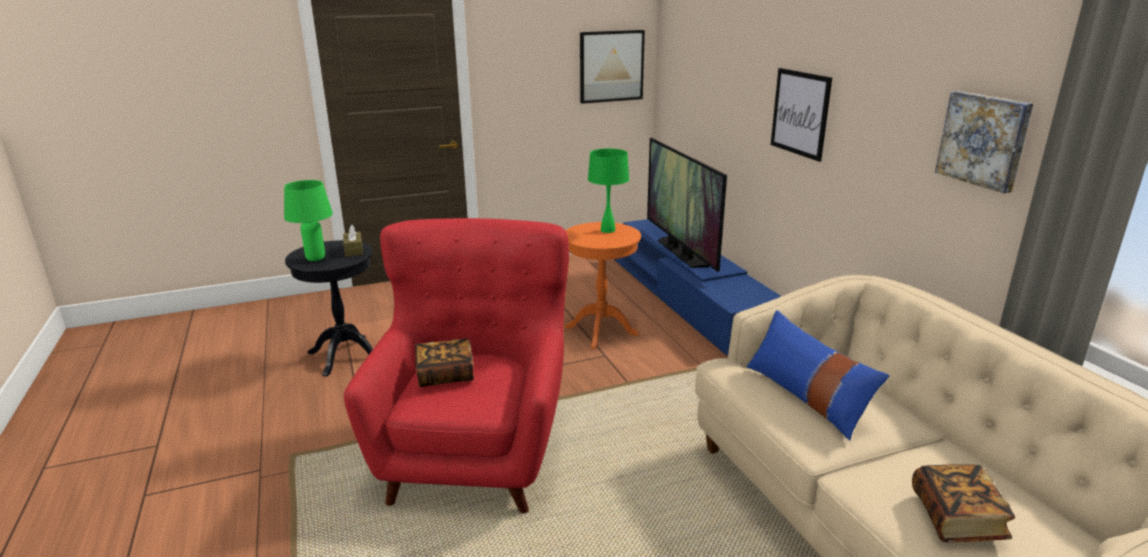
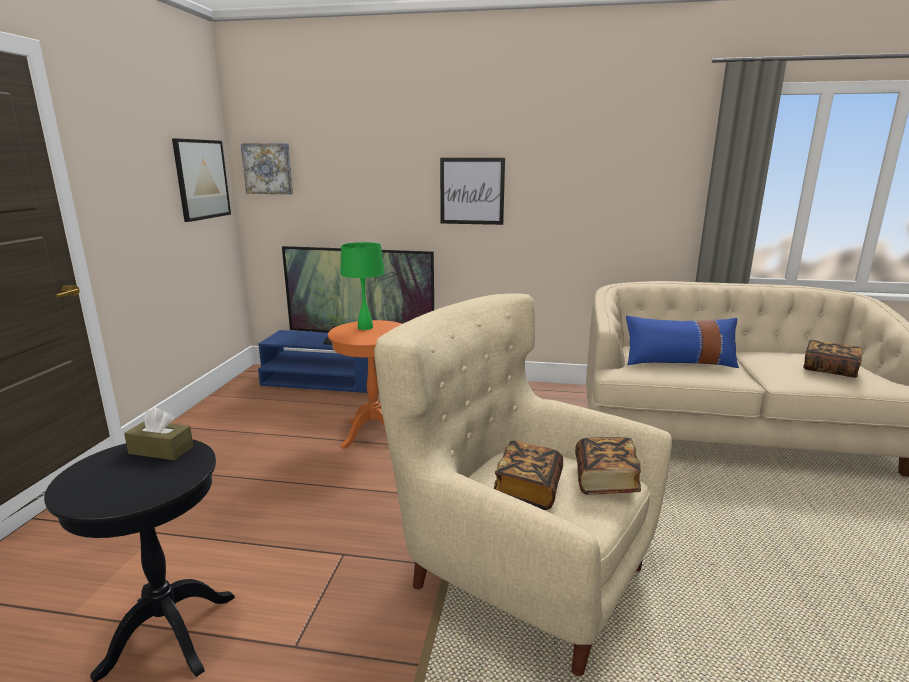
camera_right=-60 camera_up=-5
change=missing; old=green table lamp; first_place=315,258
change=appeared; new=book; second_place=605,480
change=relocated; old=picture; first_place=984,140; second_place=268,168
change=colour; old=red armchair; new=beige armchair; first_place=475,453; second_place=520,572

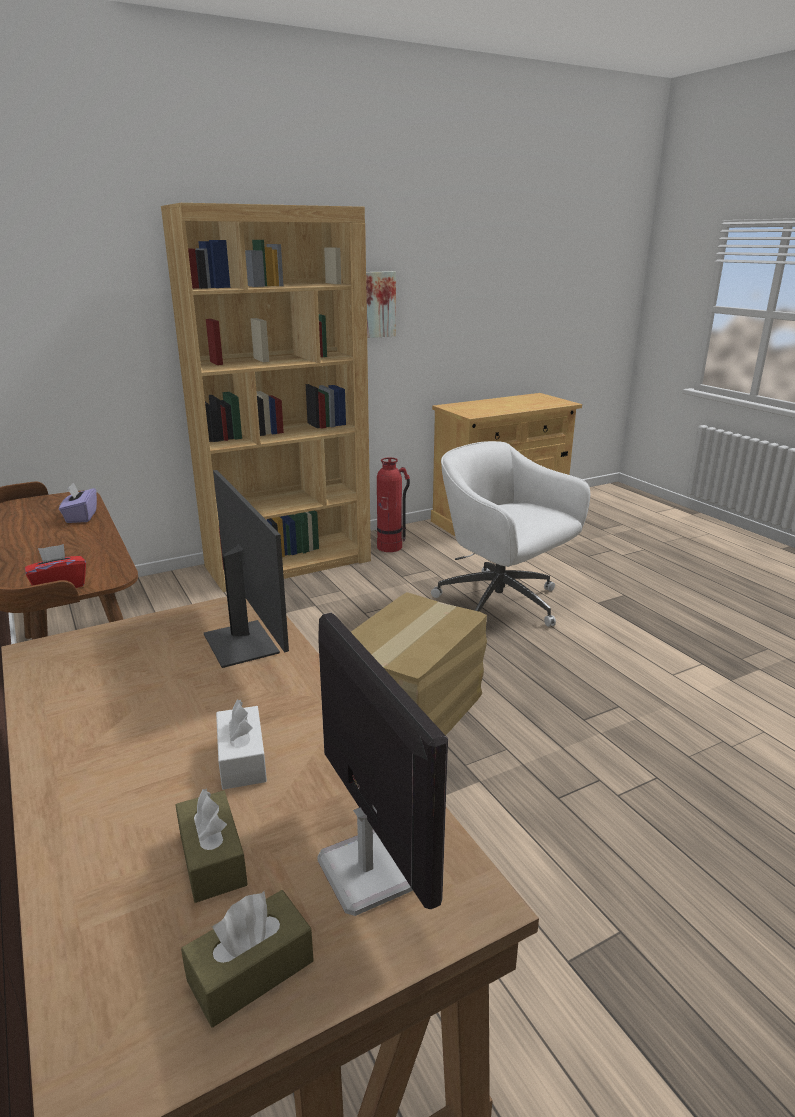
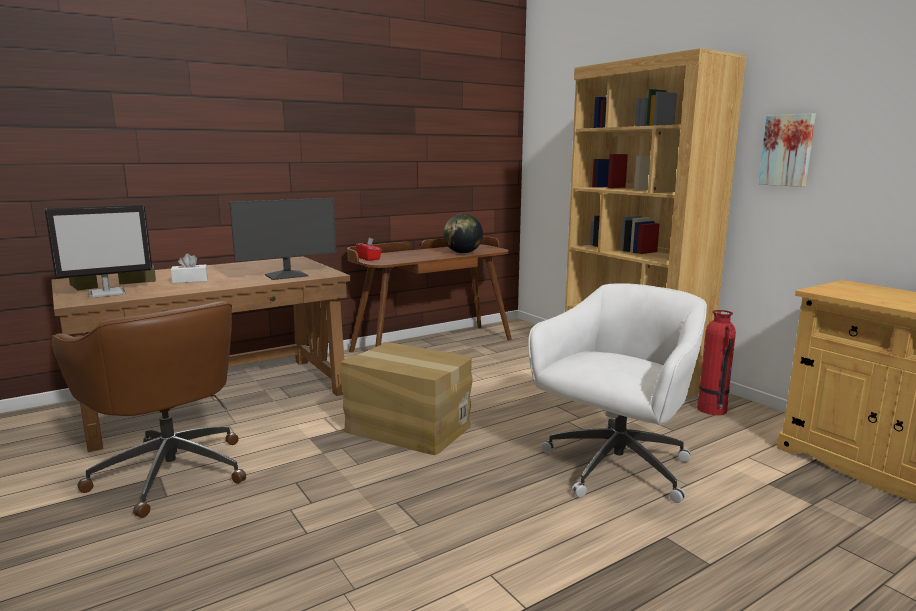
camera_right=85 camera_up=-10
change=appeared; new=brown office chair; second_place=170,471
change=exchanged; old=purple tissue box; new=globe; first_place=81,517; second_place=463,253

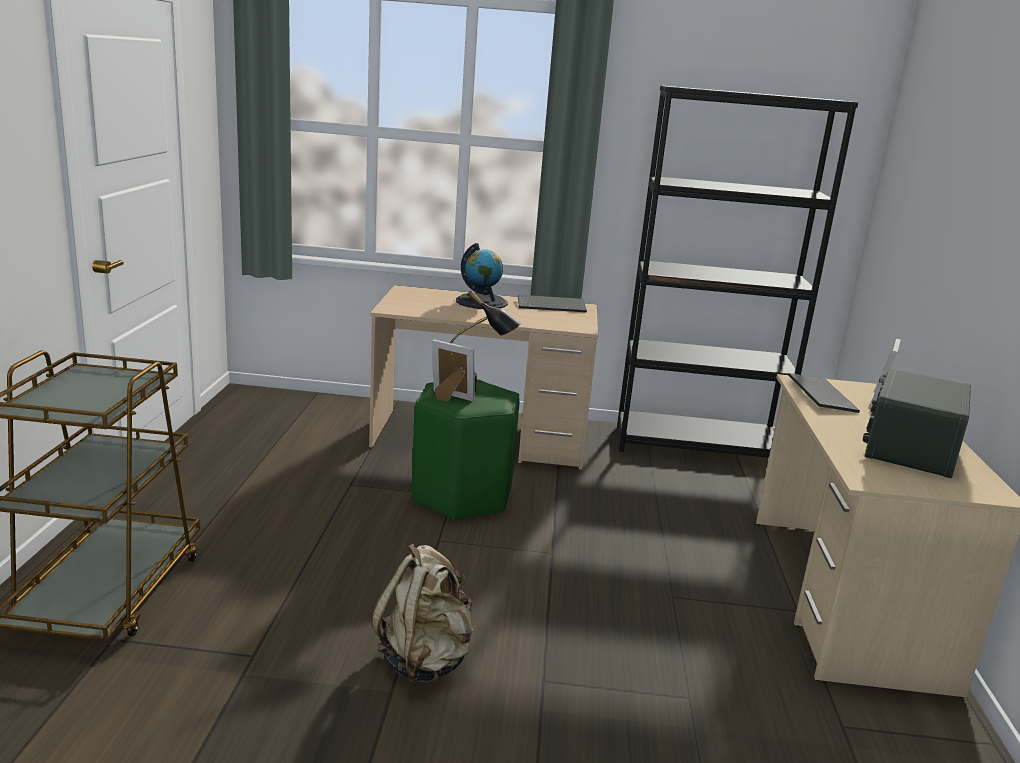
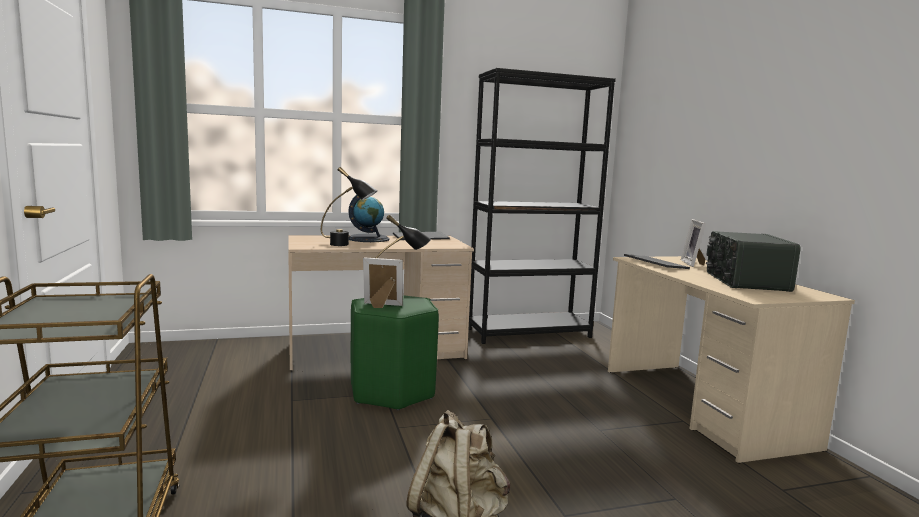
camera_right=-20 camera_up=-10
change=appeared; new=black table lamp; second_place=348,245

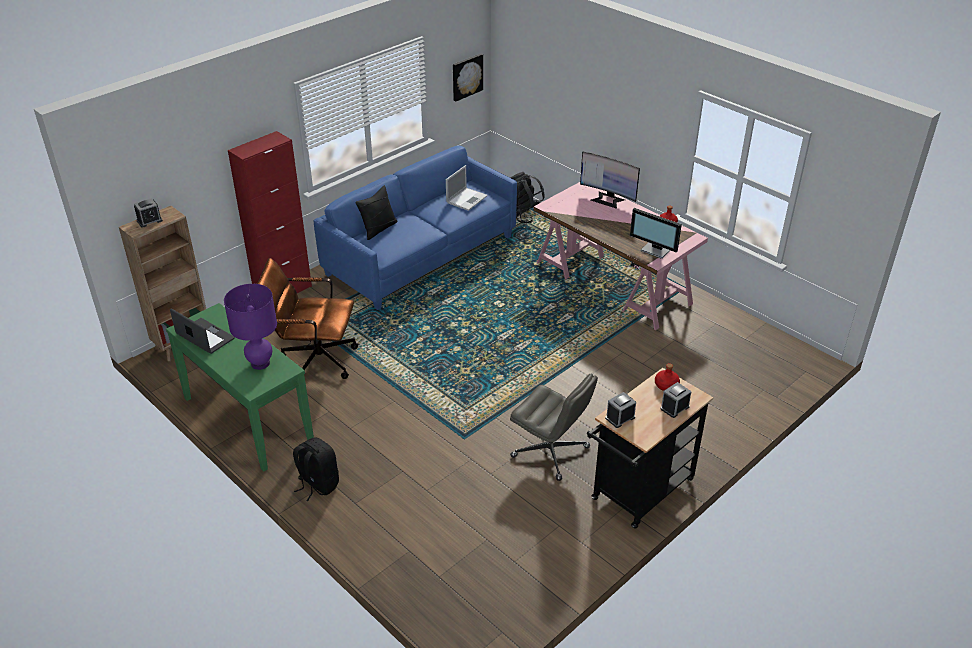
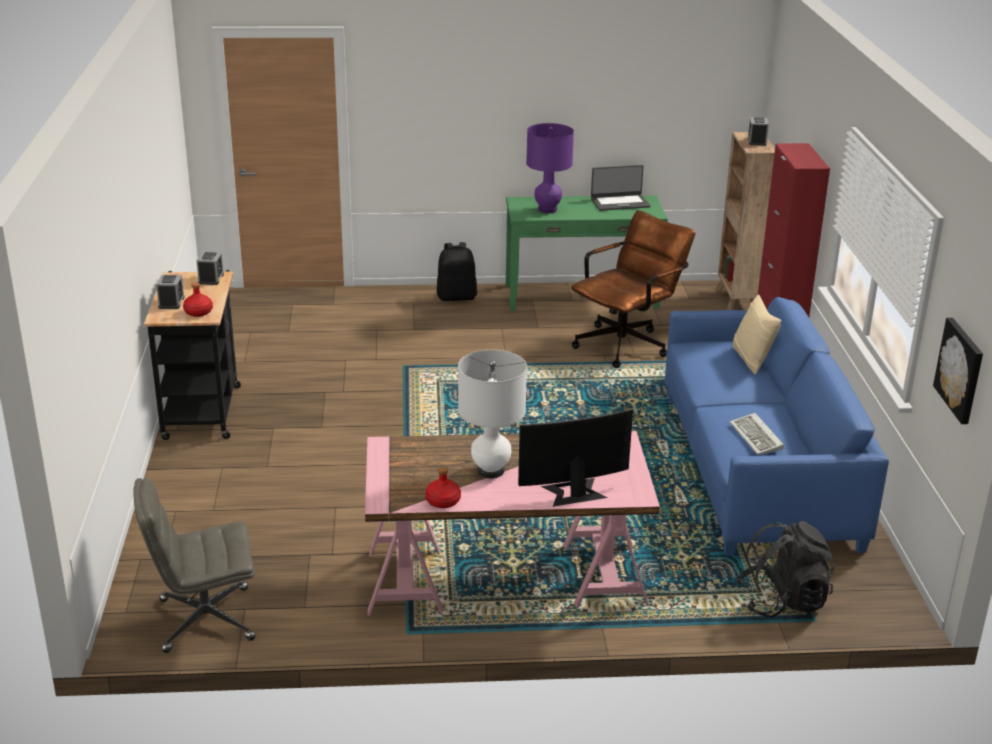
camera_right=130 camera_up=-10
change=missing; old=monitor; first_place=656,250
change=appeared; new=white table lamp; second_place=490,471
change=relocated; old=grey office chair; first_place=551,452; second_place=204,620
change=exchanged; old=laptop; new=keyboard; first_place=467,199; second_place=757,437
change=colour; old=black pillow; new=beige pillow; first_place=378,229; second_place=751,359

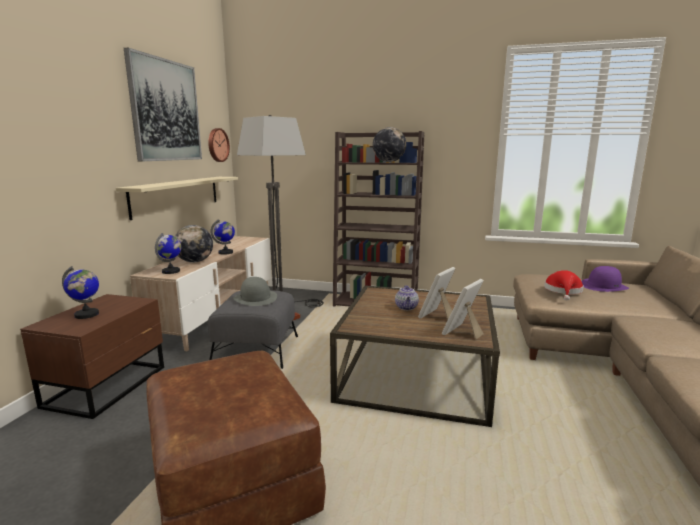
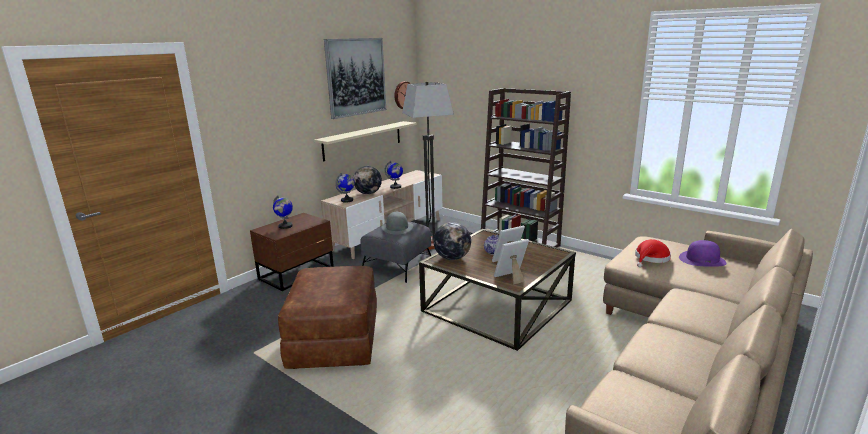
camera_right=25 camera_up=5
change=relocated; old=globe; first_place=389,162; second_place=452,258

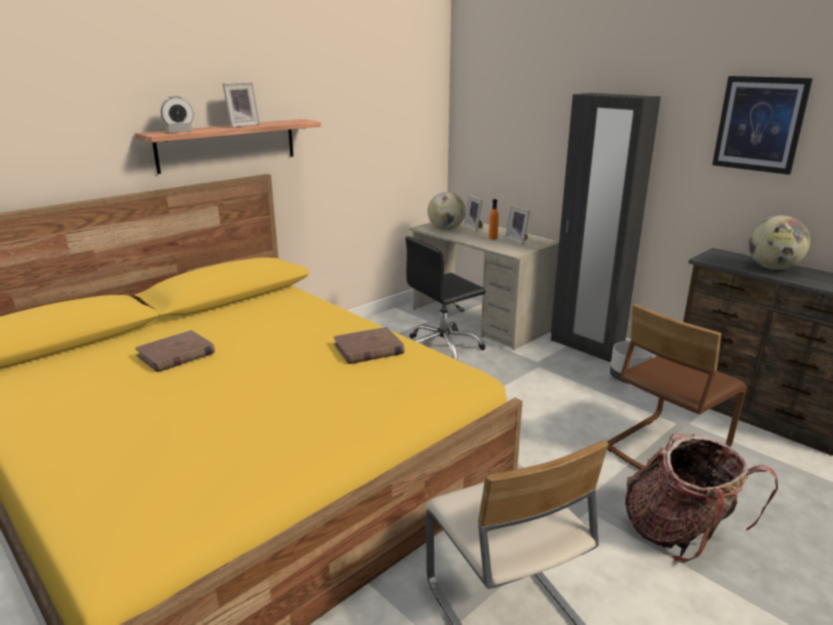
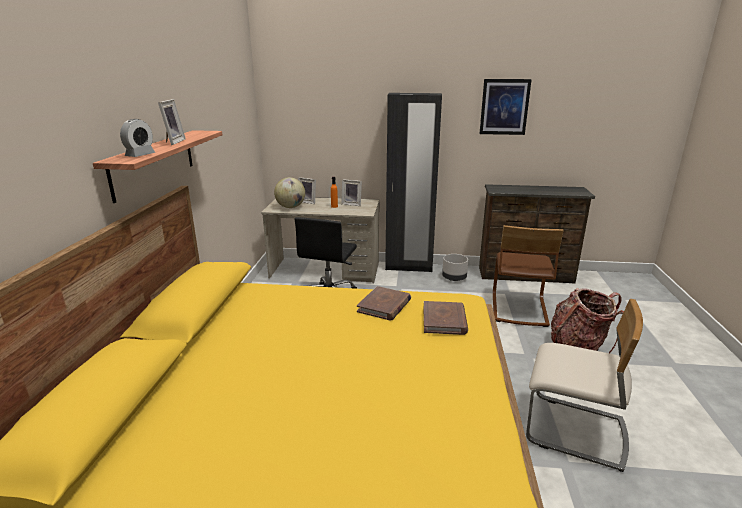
camera_right=-40 camera_up=0
change=missing; old=globe; first_place=772,268
change=relocated; old=brown book; first_place=176,354; second_place=444,320

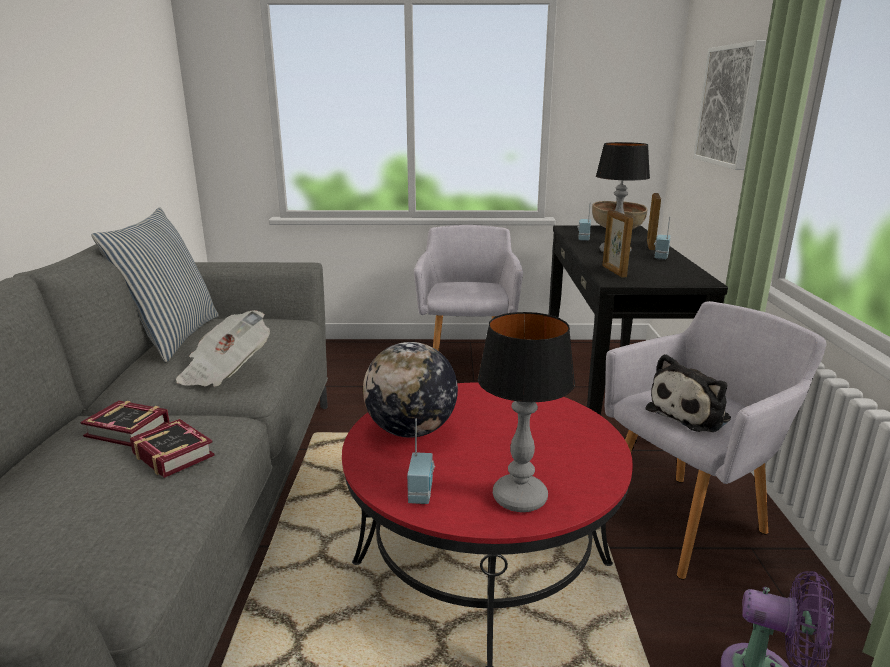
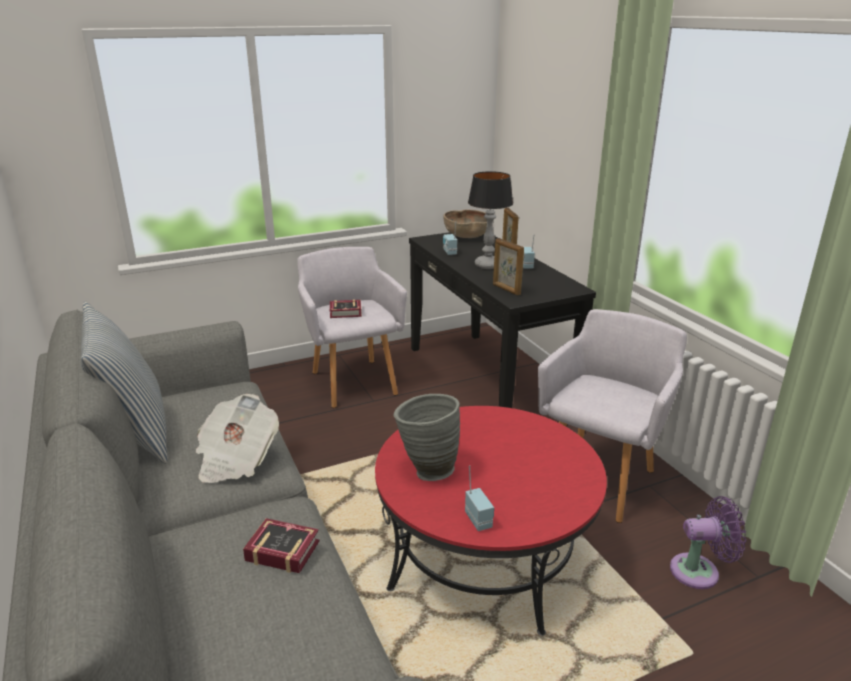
camera_right=-25 camera_up=5
change=missing; old=table lamp; first_place=519,499
change=missing; old=plush toy; first_place=691,413
change=missing; old=picture; first_place=729,105
change=relocated; old=book; first_place=128,431; second_place=347,313
change=exchanged; old=globe; new=grey vase; first_place=411,431; second_place=426,470

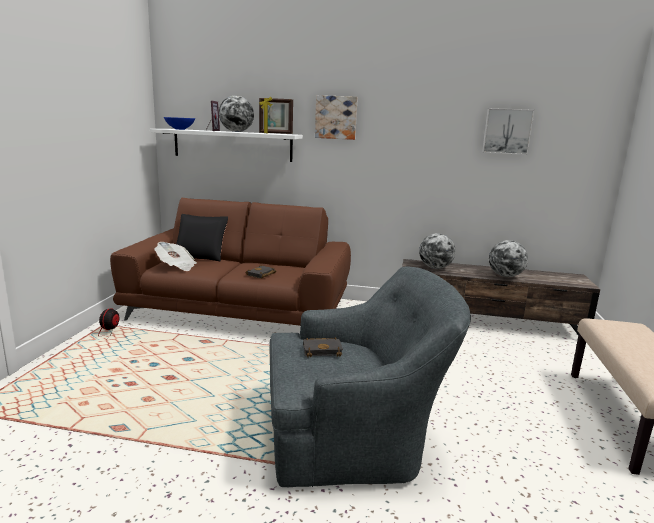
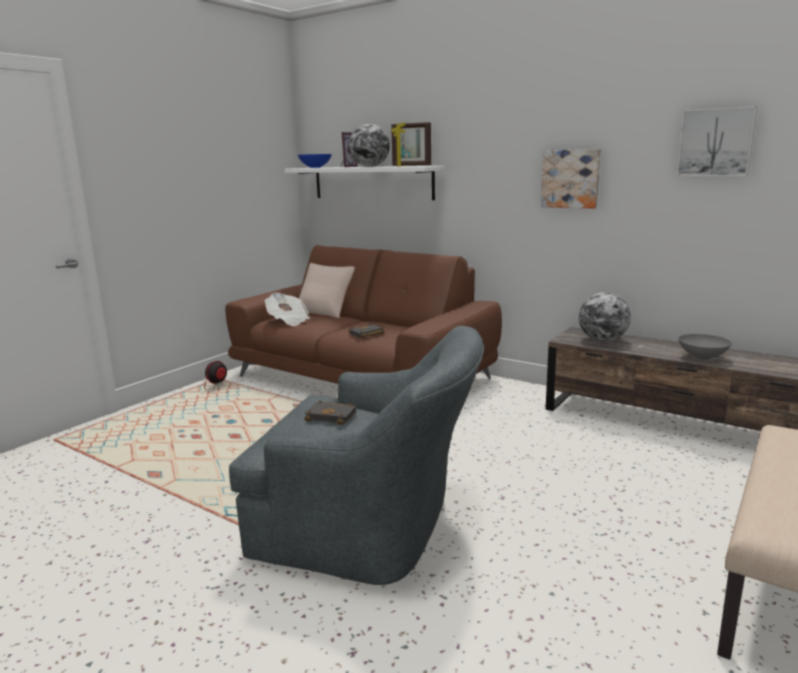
camera_right=25 camera_up=0
change=relocated; old=picture; first_place=336,117; second_place=571,178
change=exchanged; old=globe; new=grey bowl; first_place=505,276; second_place=702,358
change=colour; old=black pillow; new=beige pillow; first_place=201,256; second_place=325,312

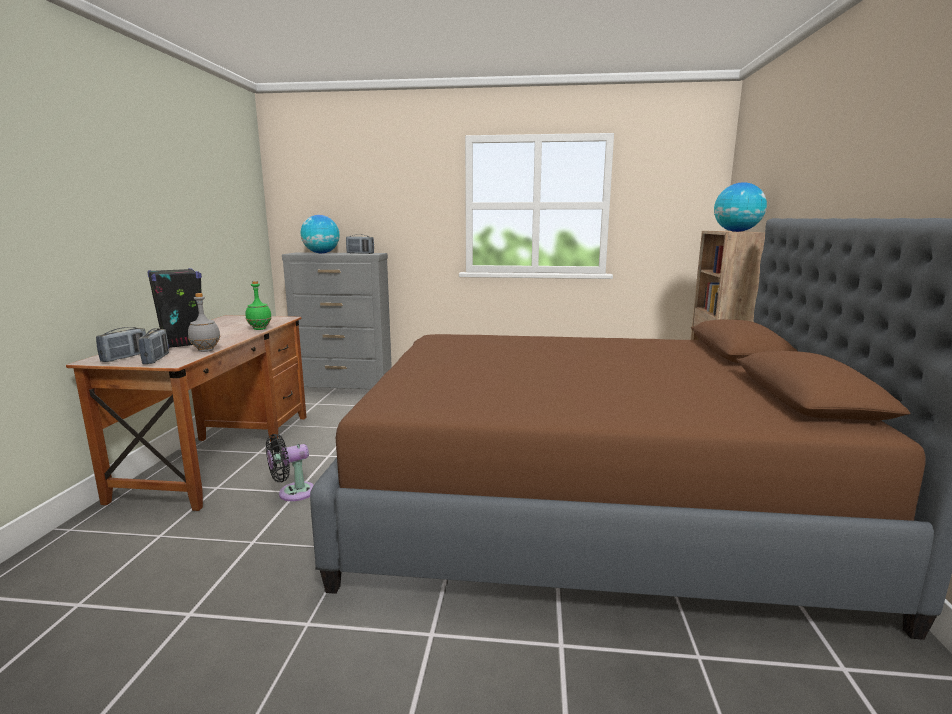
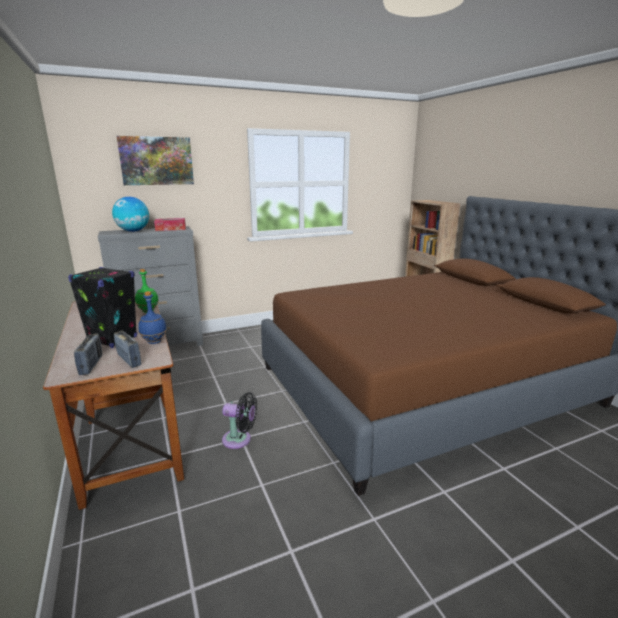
camera_right=-30 camera_up=5
change=missing; old=globe; first_place=736,231
change=appeared; new=picture; second_place=156,161
change=exchanged; old=radio; new=tissue box; first_place=360,253; second_place=171,229
change=colour; old=grey bottle; new=blue bottle; first_place=205,350; second_place=154,342
change=spun; old=black fan; first_place=292,493; second_place=239,440; degrees=-105

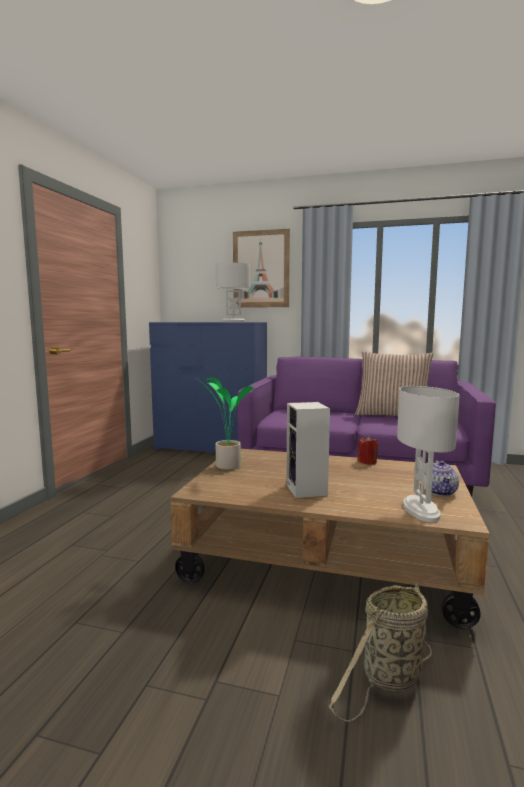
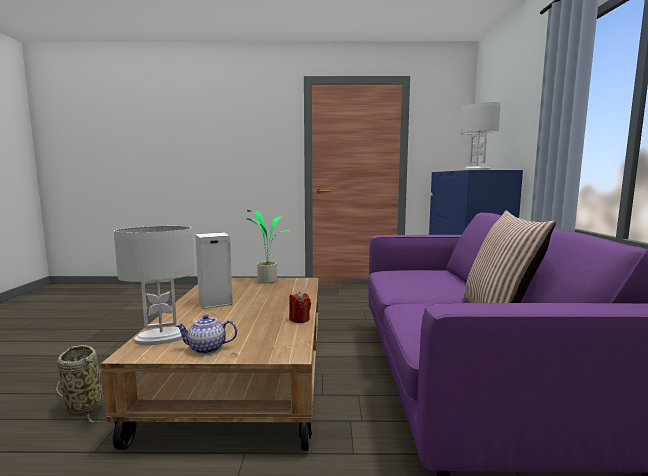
camera_right=75 camera_up=0
change=missing; old=picture; first_place=261,269

